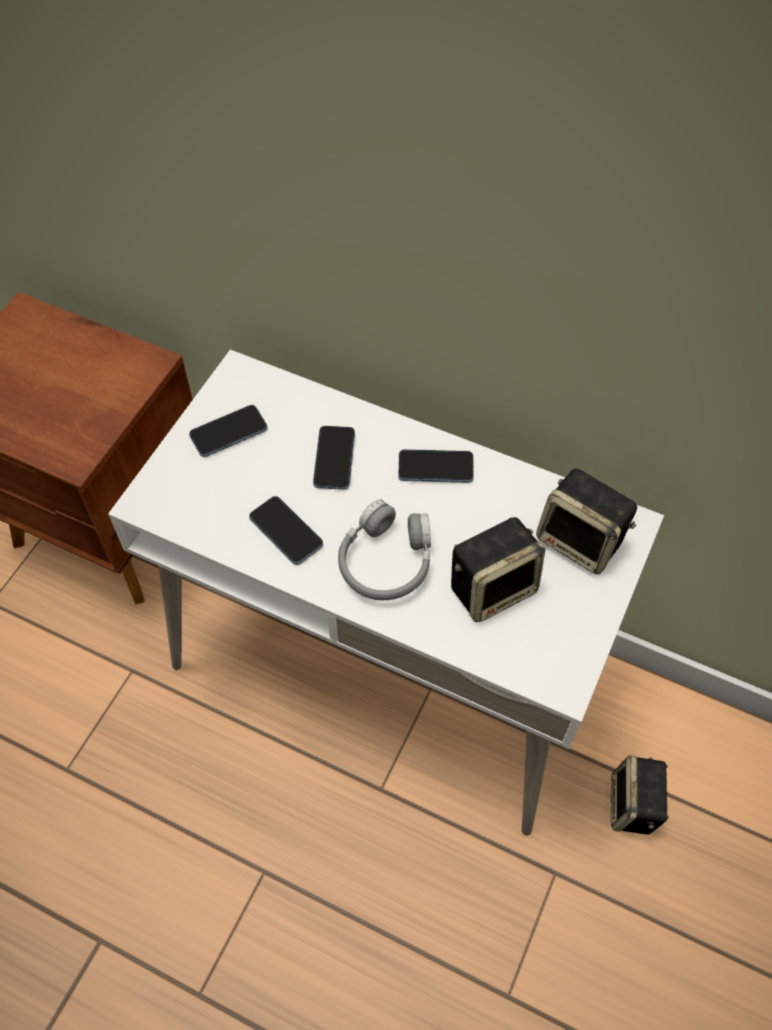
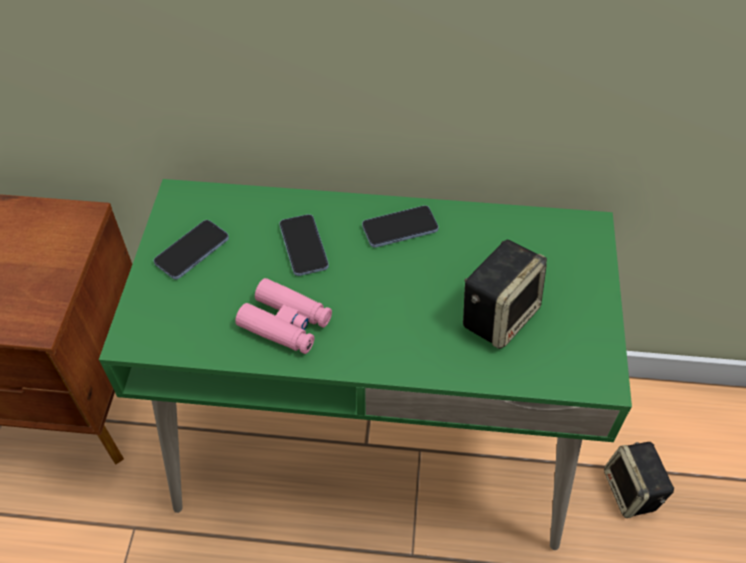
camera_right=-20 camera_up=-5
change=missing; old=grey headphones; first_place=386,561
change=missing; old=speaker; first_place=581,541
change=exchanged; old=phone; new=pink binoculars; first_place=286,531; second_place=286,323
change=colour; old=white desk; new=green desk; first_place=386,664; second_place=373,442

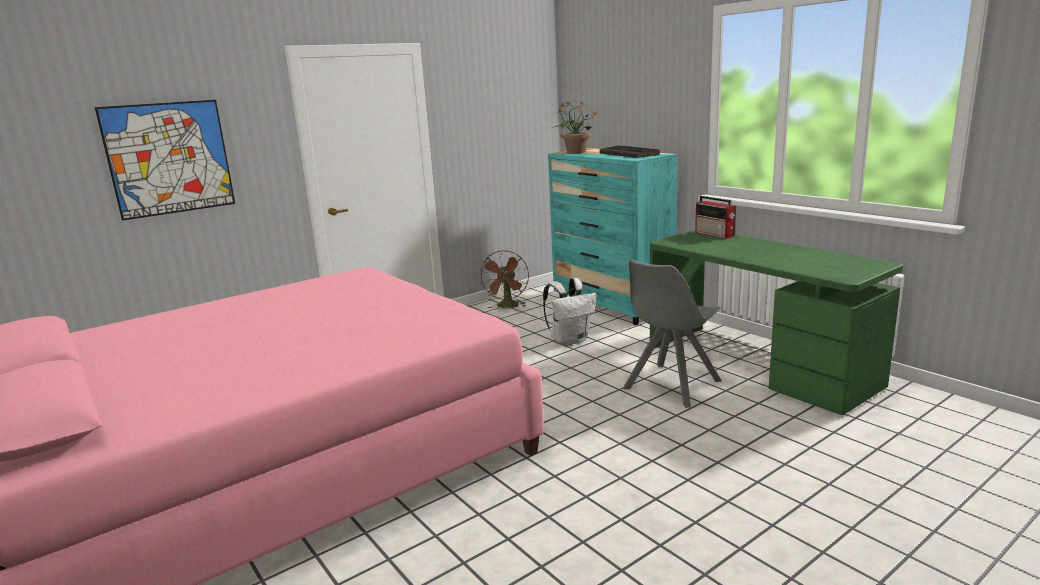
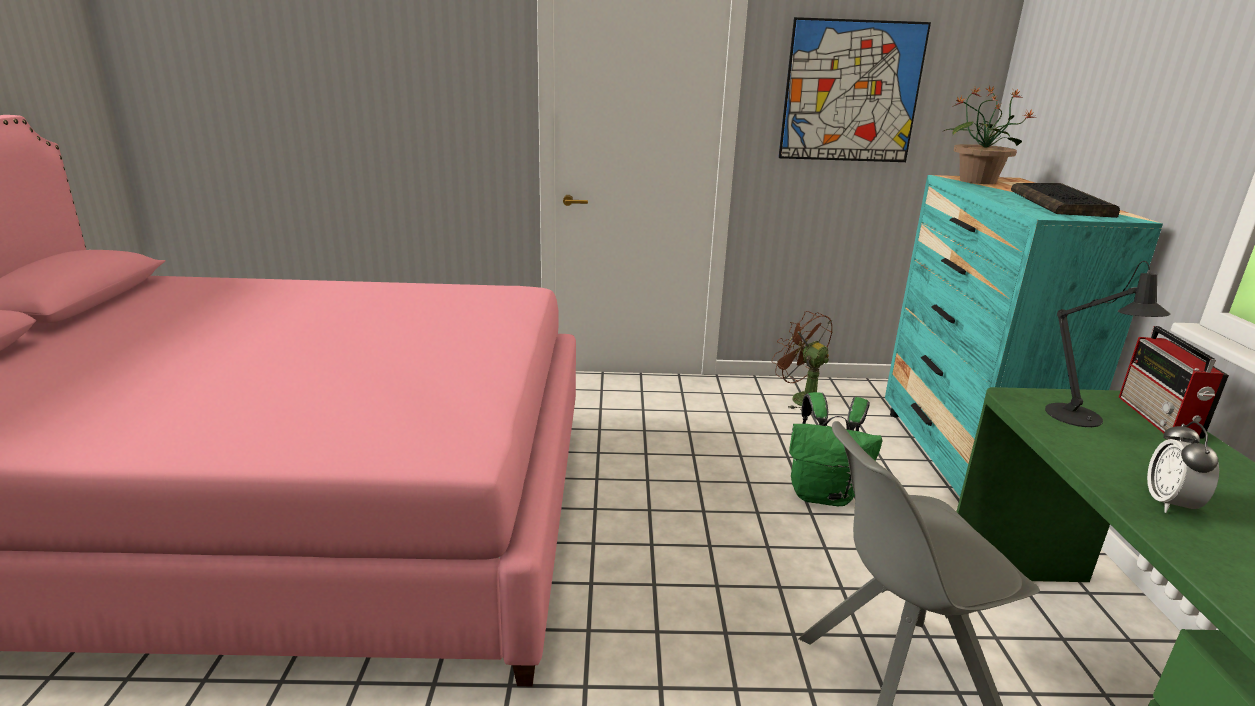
camera_right=35 camera_up=5
change=appeared; new=black table lamp; second_place=1080,418
change=appeared; new=alarm clock; second_place=1169,504
change=relocated; old=picture; first_place=169,158; second_place=851,92
change=colour; old=white backpack; new=green backpack; first_place=570,340; second_place=823,495
change=spun; old=brown fan; first_place=508,307; second_place=801,399; degrees=90

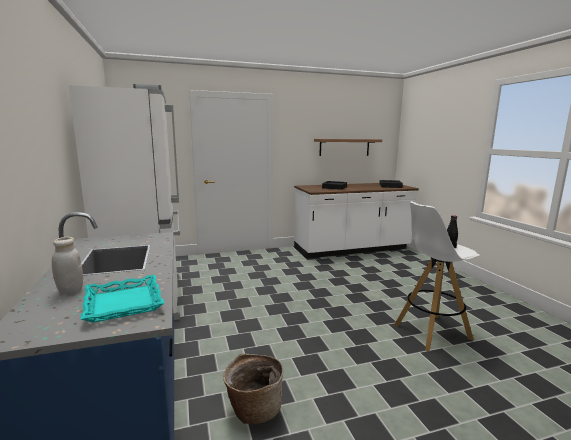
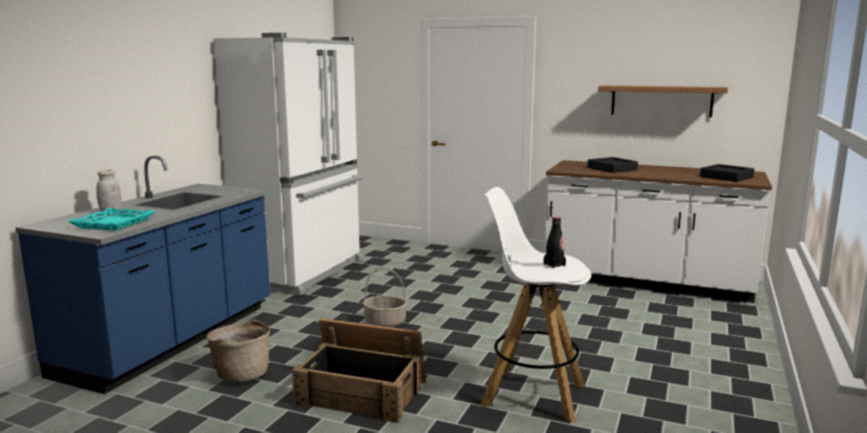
camera_right=40 camera_up=0
change=appeared; new=crate; second_place=363,392
change=appeared; new=basket; second_place=385,322

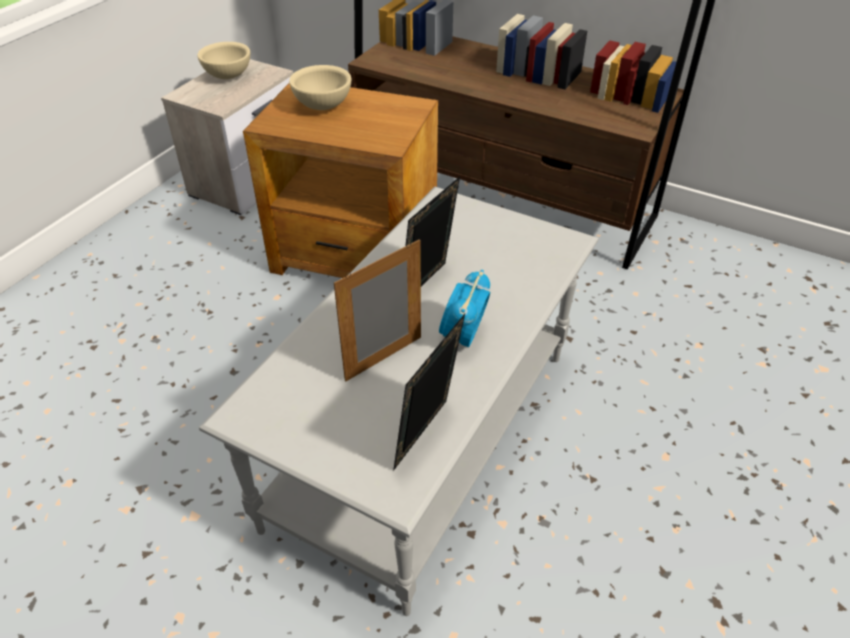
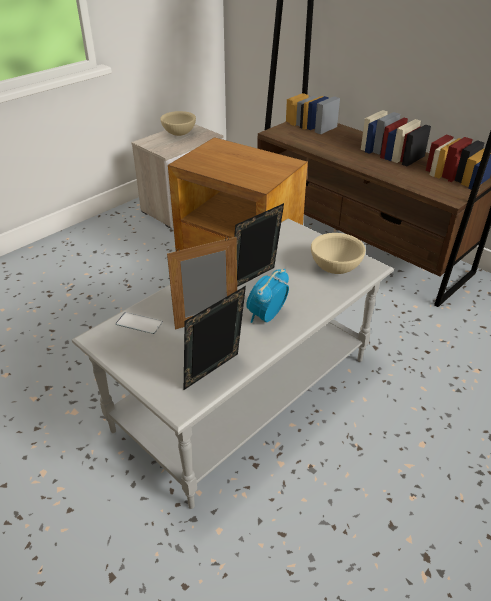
camera_right=15 camera_up=-5
change=appeared; new=phone; second_place=139,323
change=relocated; old=beige bowl; first_place=323,105; second_place=335,268

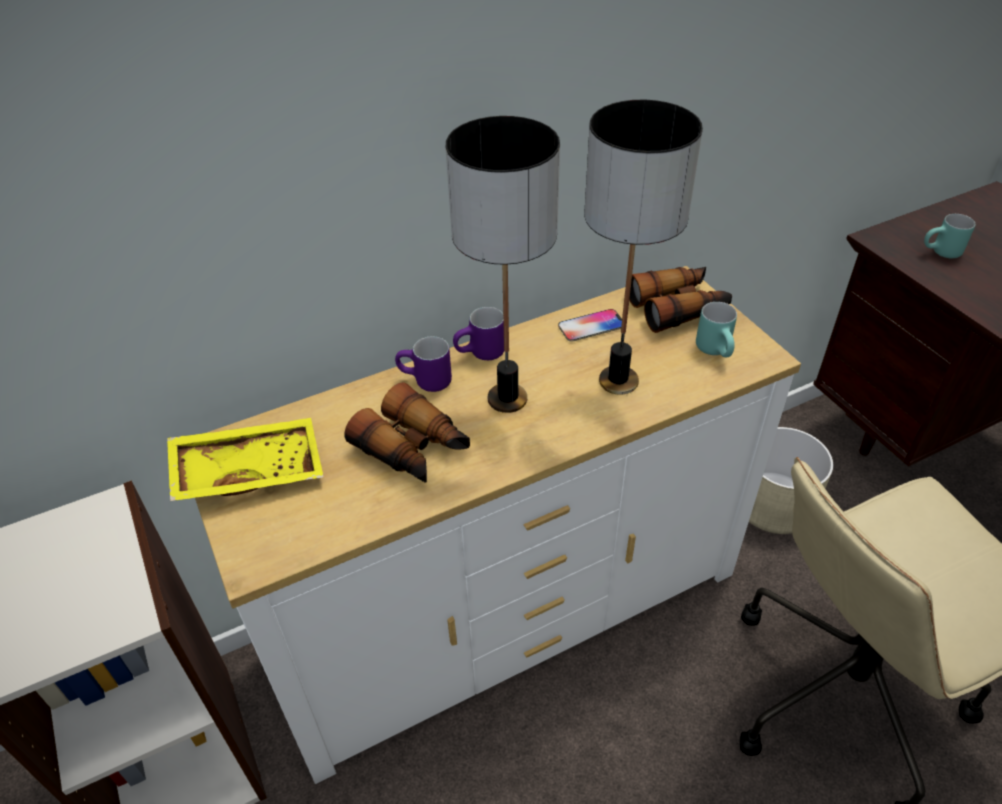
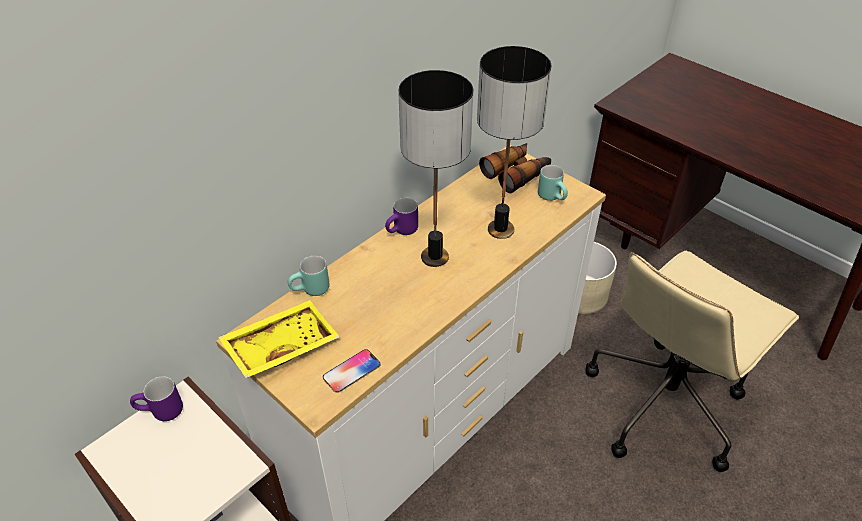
camera_right=-20 camera_up=0
change=missing; old=binoculars; first_place=413,449
change=relocated; old=purple mug; first_place=425,382; second_place=161,413
change=relocated; old=phone; first_place=591,326; second_place=351,371
change=relocated; old=turquoise mug; first_place=941,254; second_place=311,291

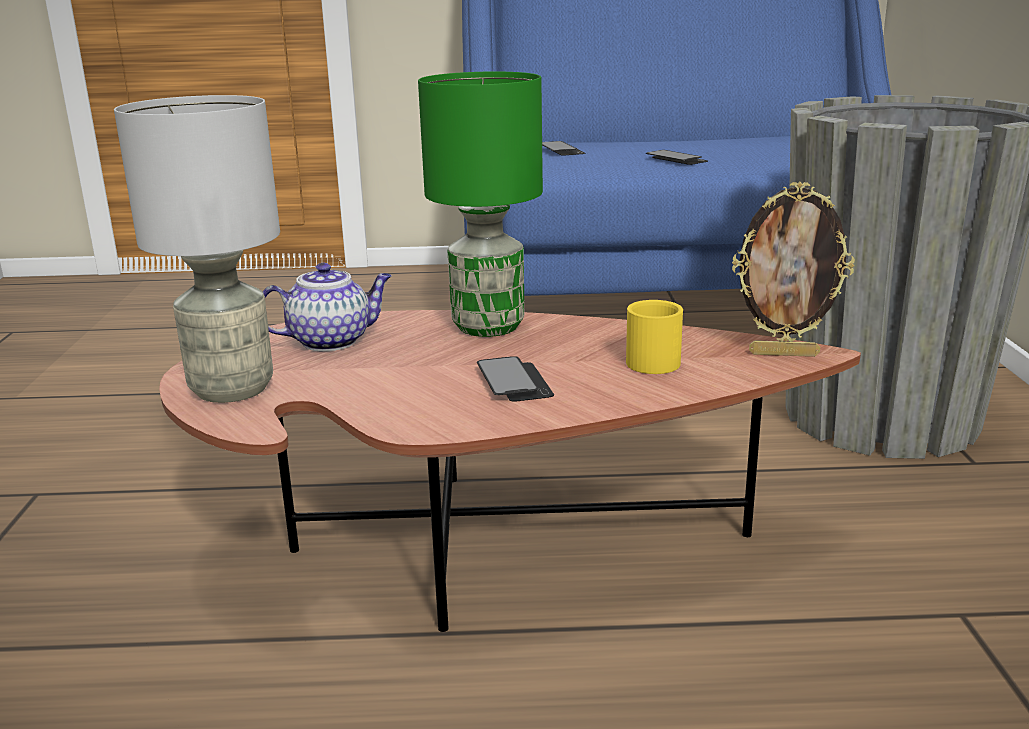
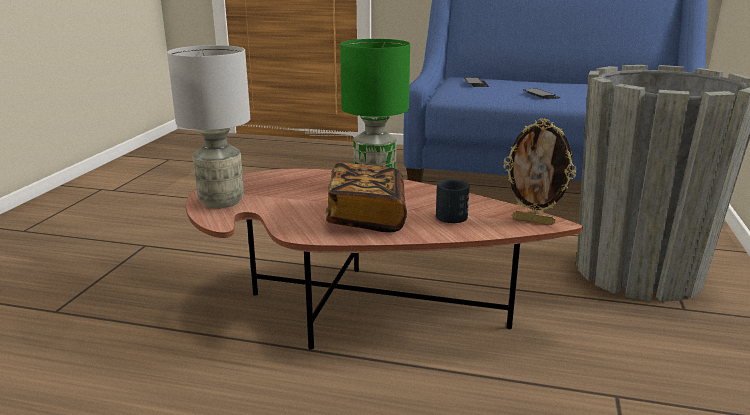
camera_right=15 camera_up=0
change=missing; old=teapot; first_place=331,341
change=exchanged; old=phone; new=book; first_place=514,382; second_place=366,217
change=colour; old=yellow mug; new=black mug; first_place=651,359; second_place=453,214

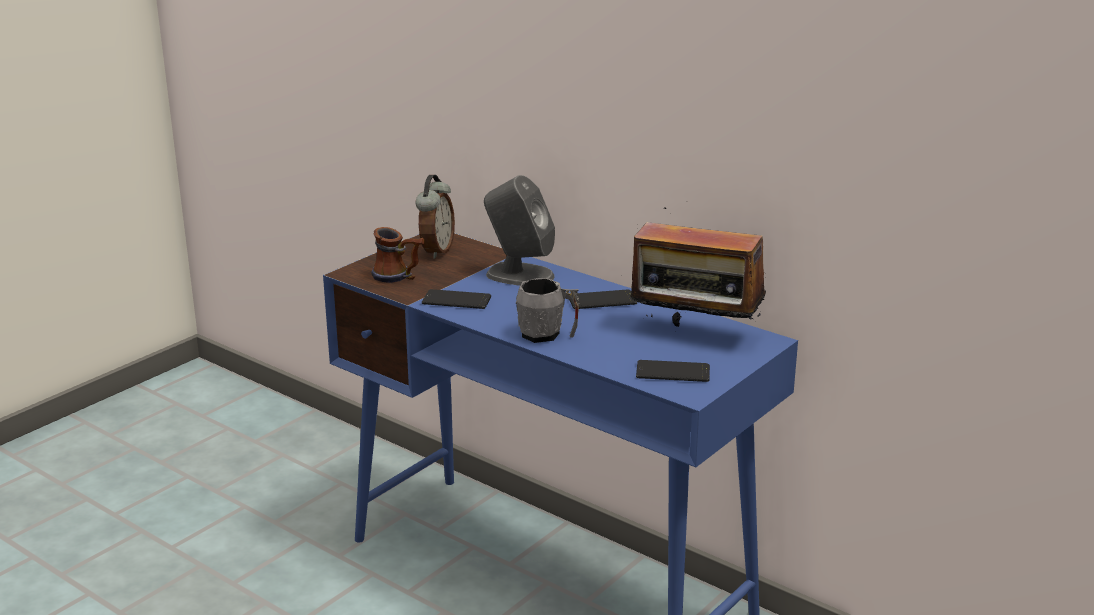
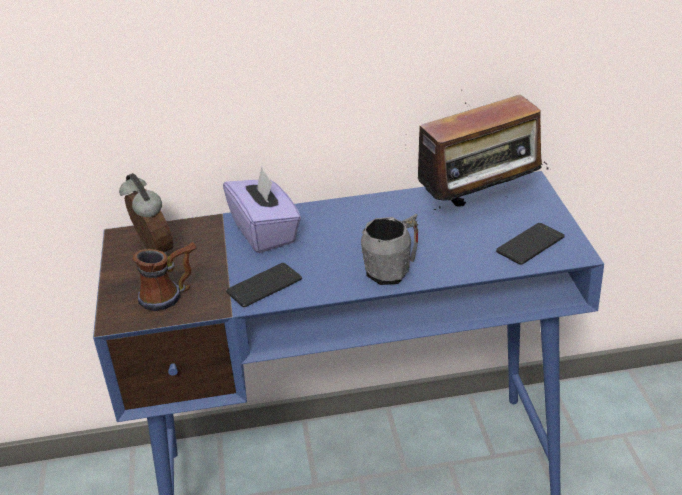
camera_right=-45 camera_up=10
change=missing; old=phone; first_place=602,301
change=exchanged; old=grey speaker; new=purple tissue box; first_place=519,275; second_place=265,232

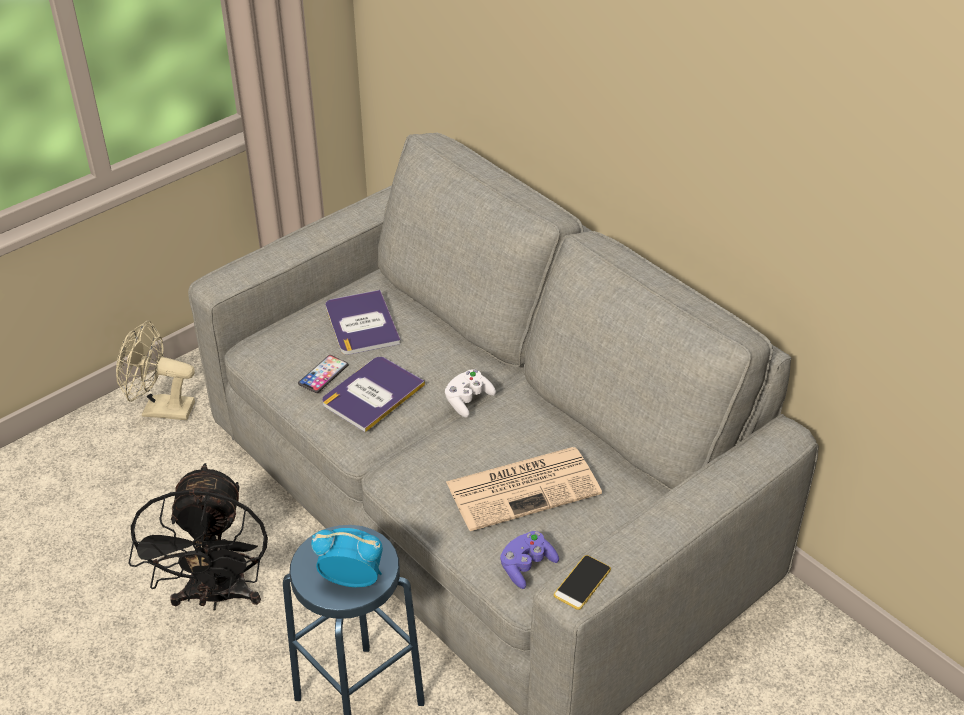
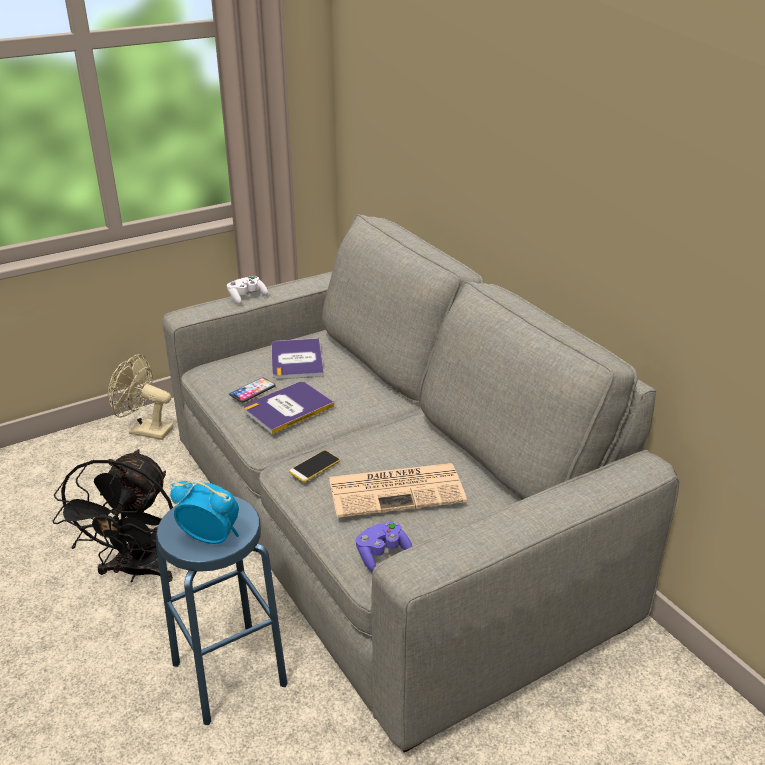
camera_right=10 camera_up=-10
change=relocated; old=white game controller; first_place=468,400; second_place=247,297
change=relocated; old=phone; first_place=582,582; second_place=314,466

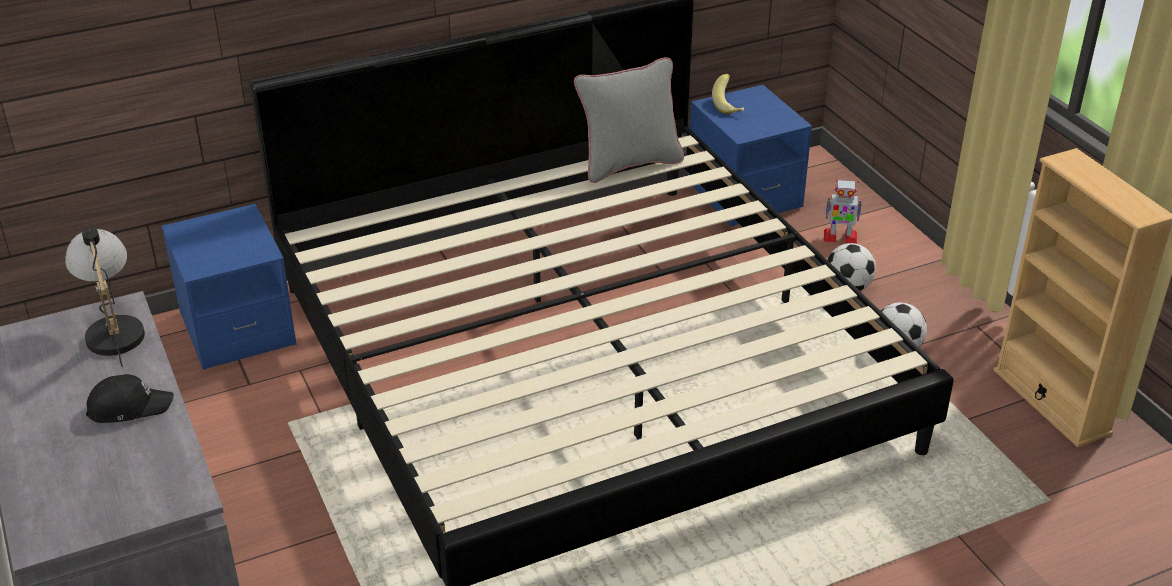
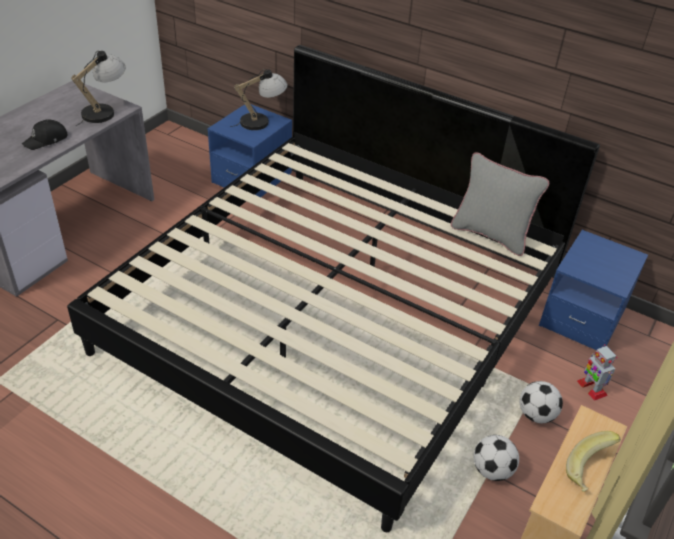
camera_right=55 camera_up=5
change=appeared; new=table lamp; second_place=262,121
change=relocated; old=banana; first_place=729,106; second_place=590,471
change=spun; old=black cap; first_place=129,407; second_place=46,140; degrees=90

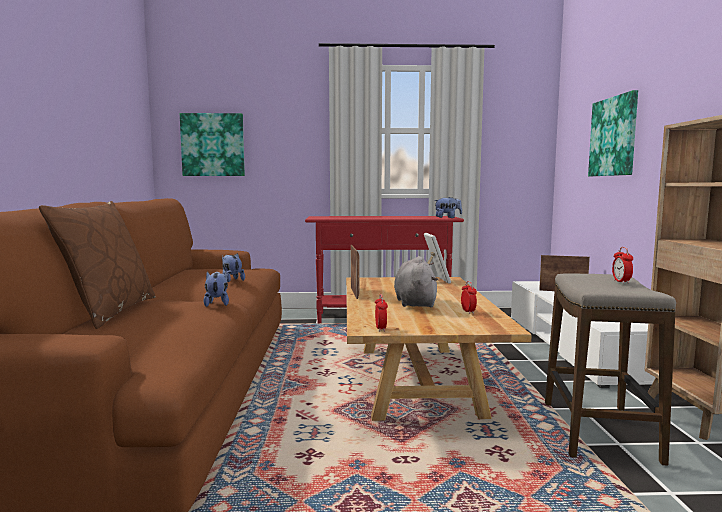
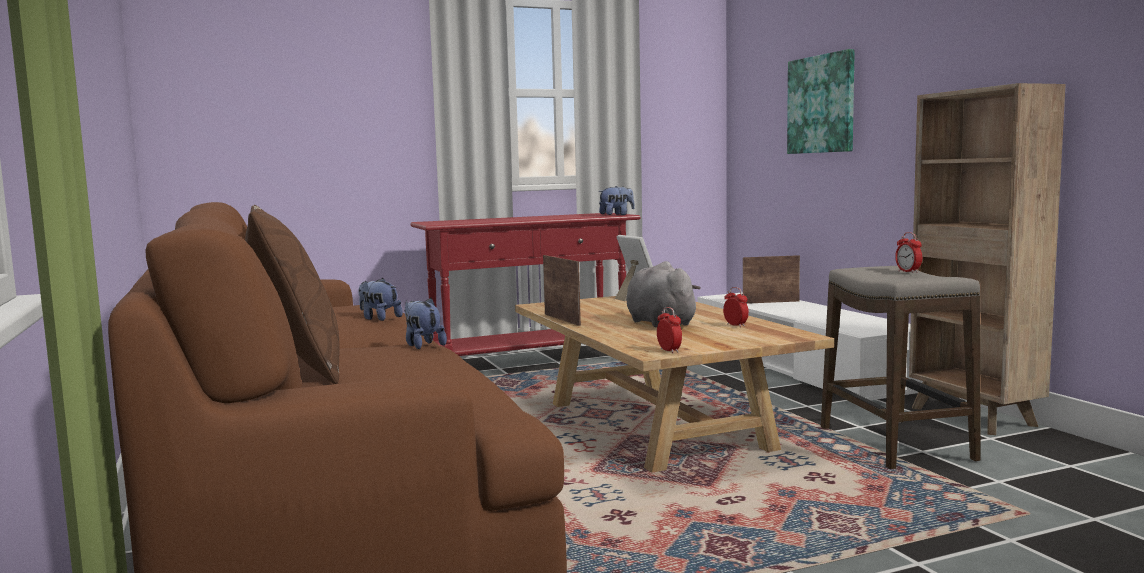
camera_right=-20 camera_up=0
change=missing; old=picture; first_place=213,145

